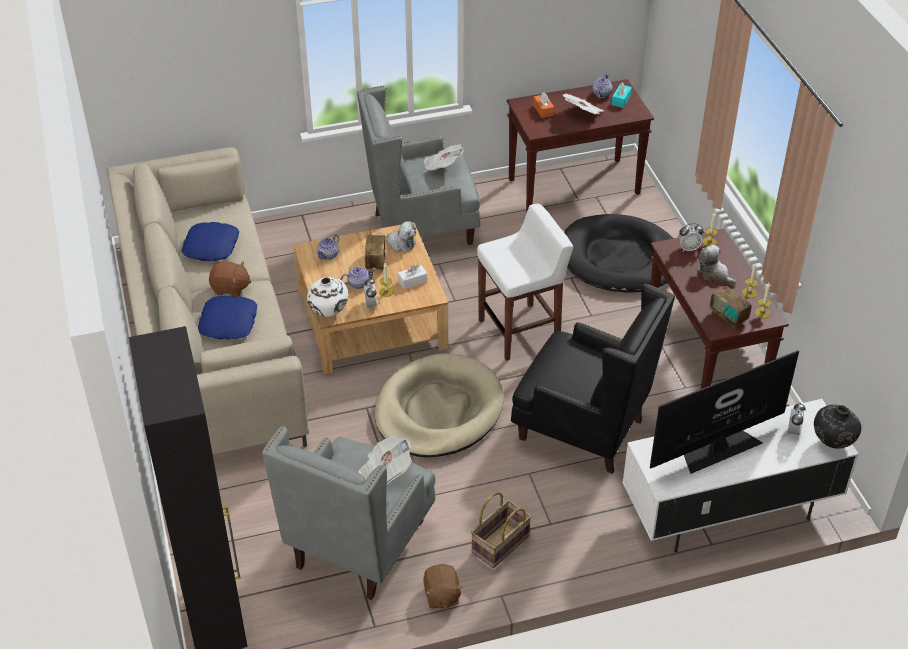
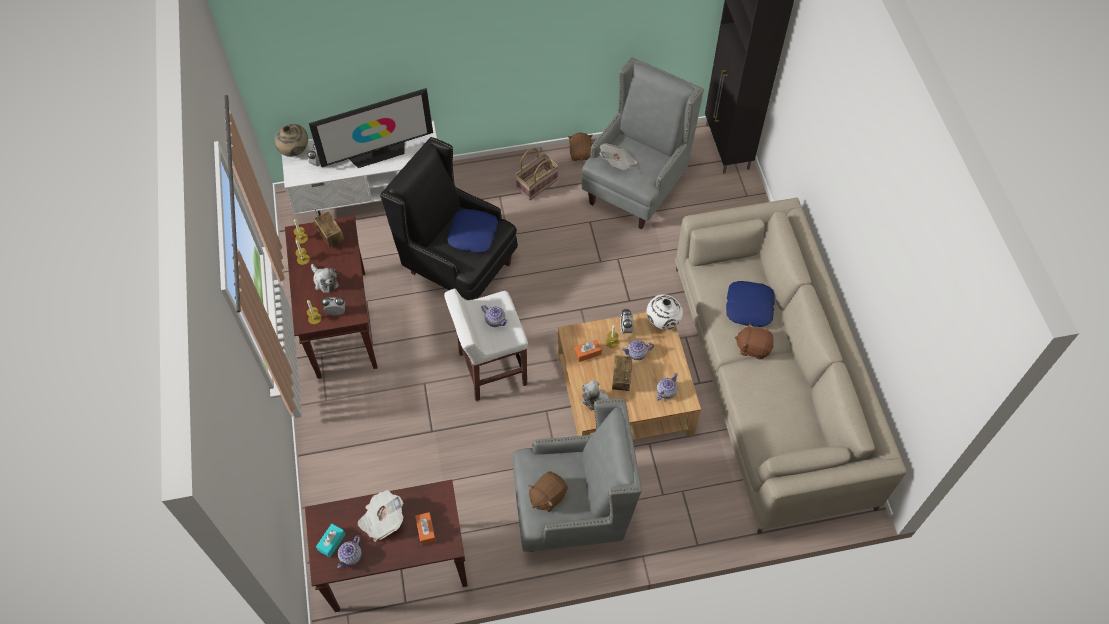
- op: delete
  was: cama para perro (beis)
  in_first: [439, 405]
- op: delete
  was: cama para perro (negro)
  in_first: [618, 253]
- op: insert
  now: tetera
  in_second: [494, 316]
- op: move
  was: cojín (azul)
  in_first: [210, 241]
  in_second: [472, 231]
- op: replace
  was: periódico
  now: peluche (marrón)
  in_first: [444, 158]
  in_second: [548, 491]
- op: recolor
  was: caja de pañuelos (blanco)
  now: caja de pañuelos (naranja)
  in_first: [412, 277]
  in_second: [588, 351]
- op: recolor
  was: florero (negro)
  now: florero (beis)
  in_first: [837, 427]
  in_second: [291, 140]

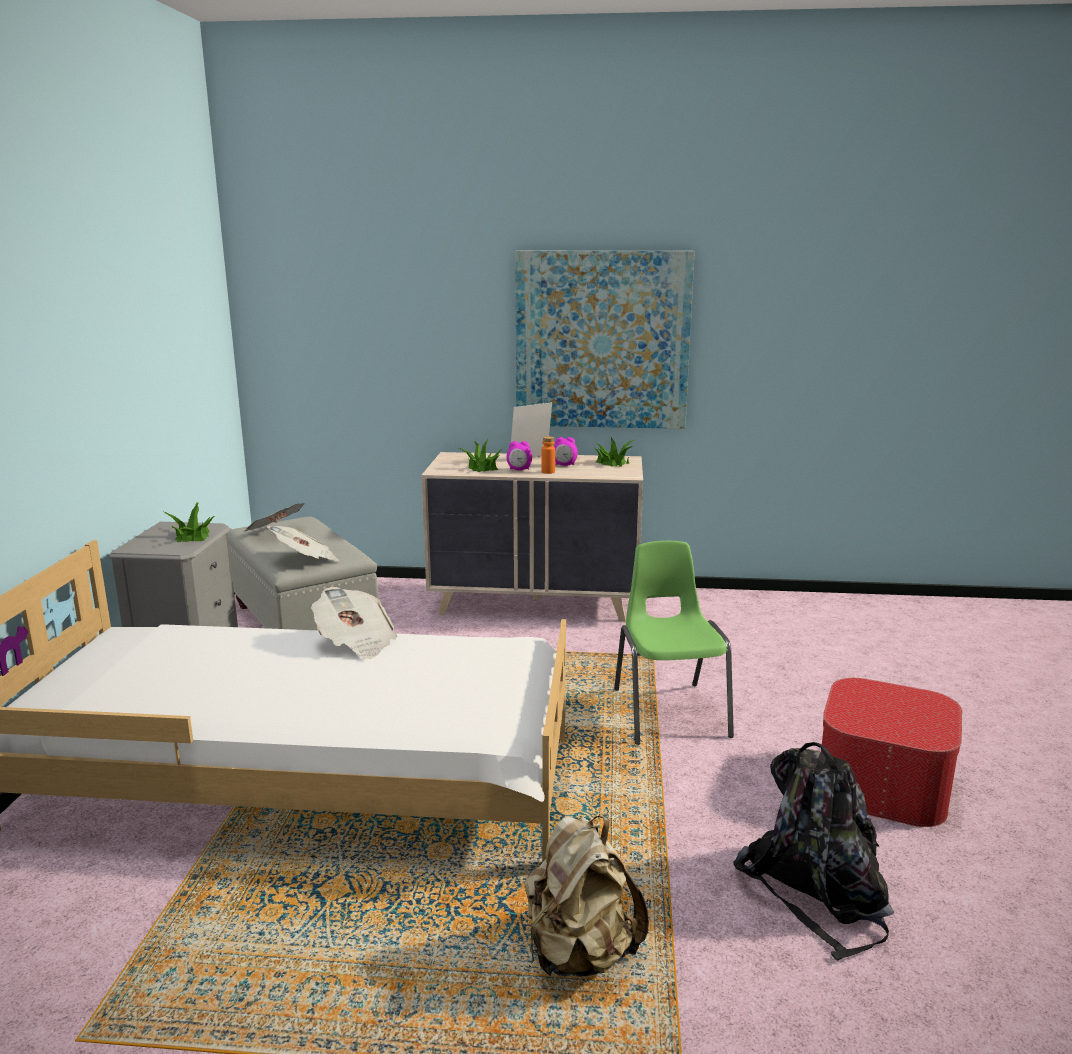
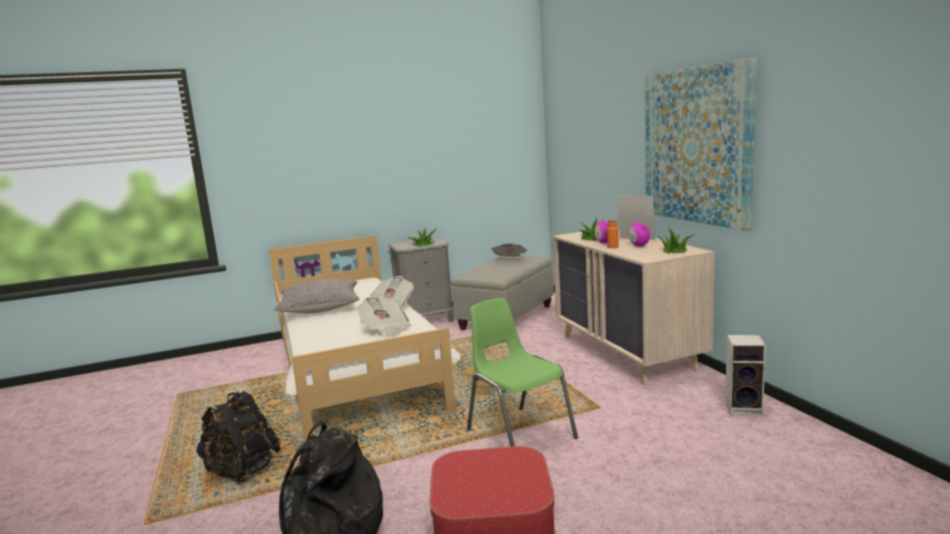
- op: insert
  now: cojín (gris)
  in_second: [316, 296]
- op: insert
  now: altavoz
  in_second: [745, 375]
- op: move
  was: periódico
  in_first: [303, 543]
  in_second: [384, 317]
- op: recolor
  was: mochila (beis)
  now: mochila (negro)
  in_first: [587, 896]
  in_second: [238, 437]
- op: rotate
  was: silla (verde)
  in_first: [674, 643]
  in_second: [522, 372]
  clockwise: -90

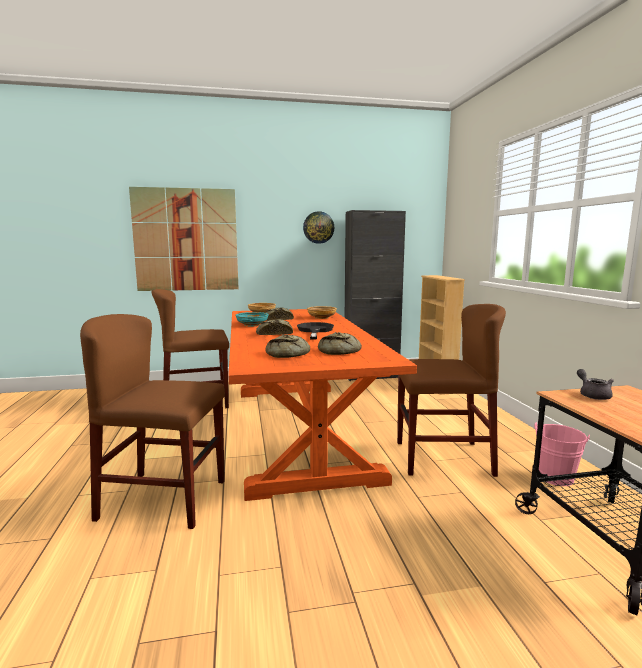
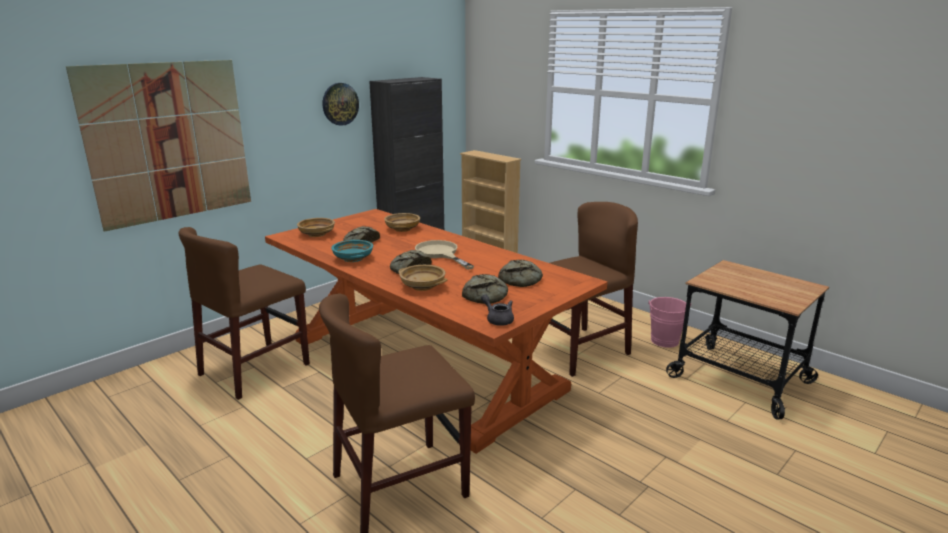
- op: insert
  now: cuenco (beis)
  in_second: [422, 278]
- op: move
  was: tetera (gris)
  in_first: [595, 384]
  in_second: [497, 310]
- op: recolor
  was: sartén (negro)
  now: sartén (beis)
  in_first: [315, 331]
  in_second: [444, 255]

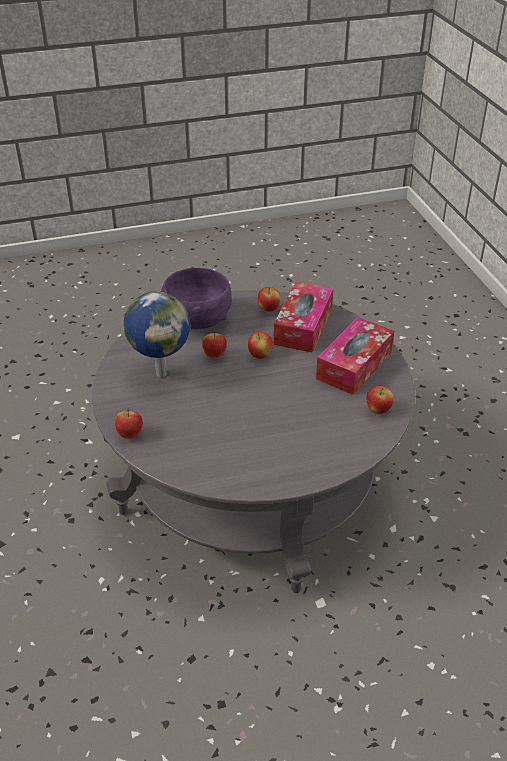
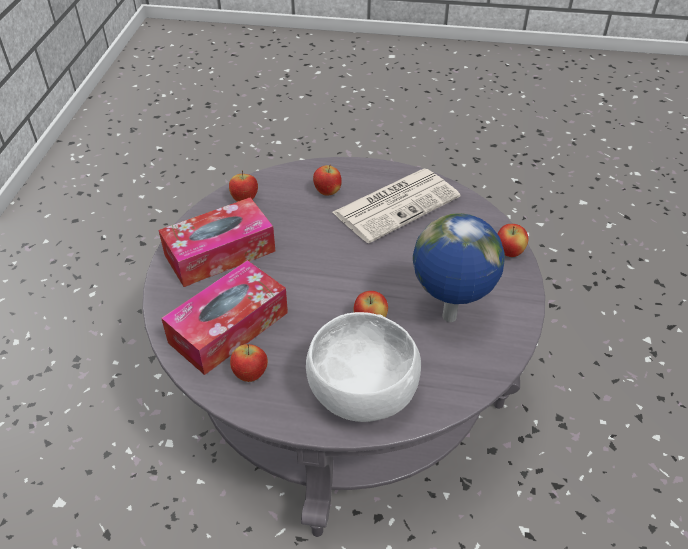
- op: insert
  now: periódico
  in_second: [396, 206]
- op: move
  was: manzana
  in_first: [260, 345]
  in_second: [327, 179]
- op: recolor
  was: cuenco (morado)
  now: cuenco (blanco)
  in_first: [196, 298]
  in_second: [363, 367]

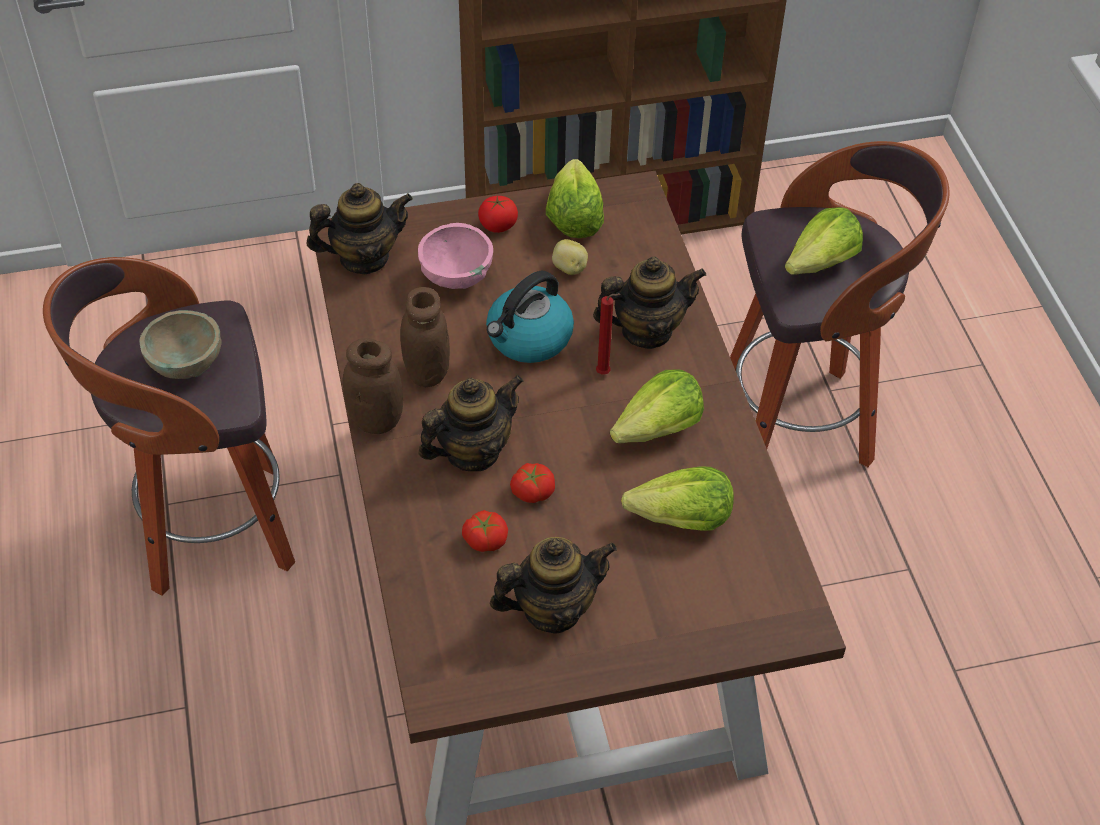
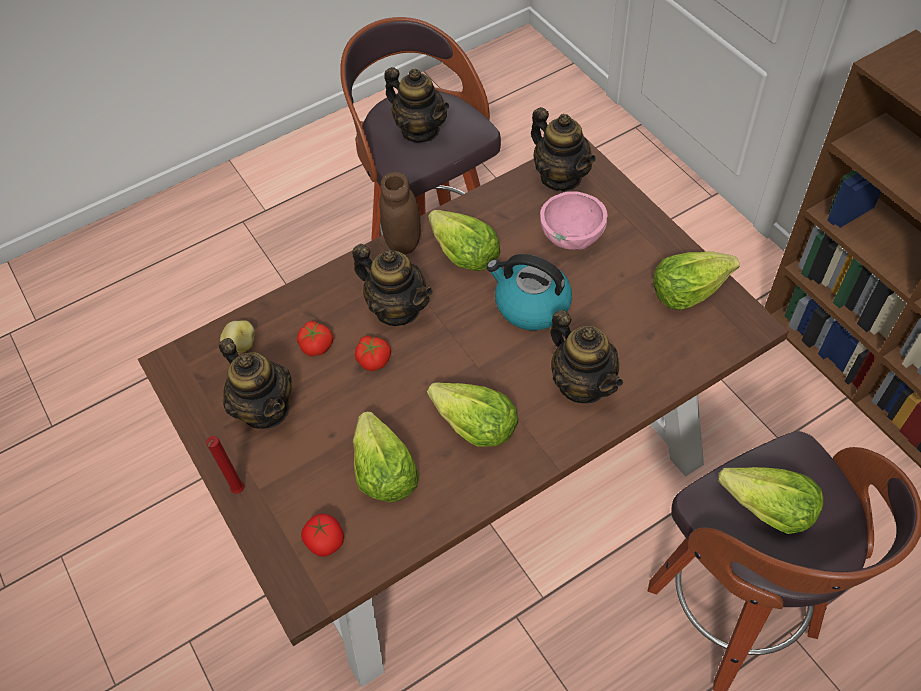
- op: move
  was: tomate
  in_first: [498, 214]
  in_second: [322, 535]
- op: move
  was: patata
  in_first: [570, 257]
  in_second: [237, 337]
- op: move
  was: vela (rojo)
  in_first: [608, 334]
  in_second: [225, 465]
- op: replace
  was: cuenco (beis)
  now: tetera
  in_first: [180, 344]
  in_second: [416, 105]
- op: replace
  was: tarro (marrón)
  now: lechuga
  in_first: [425, 337]
  in_second: [464, 240]

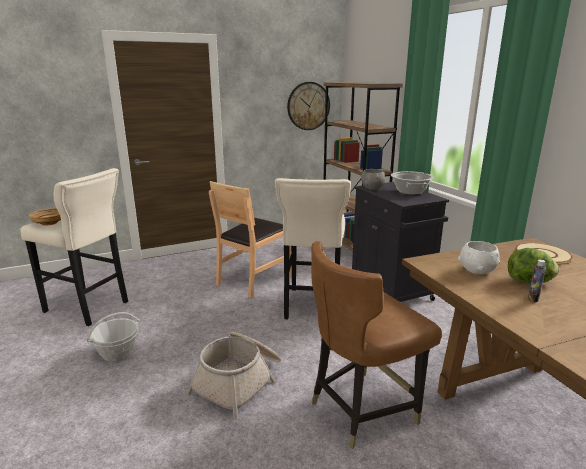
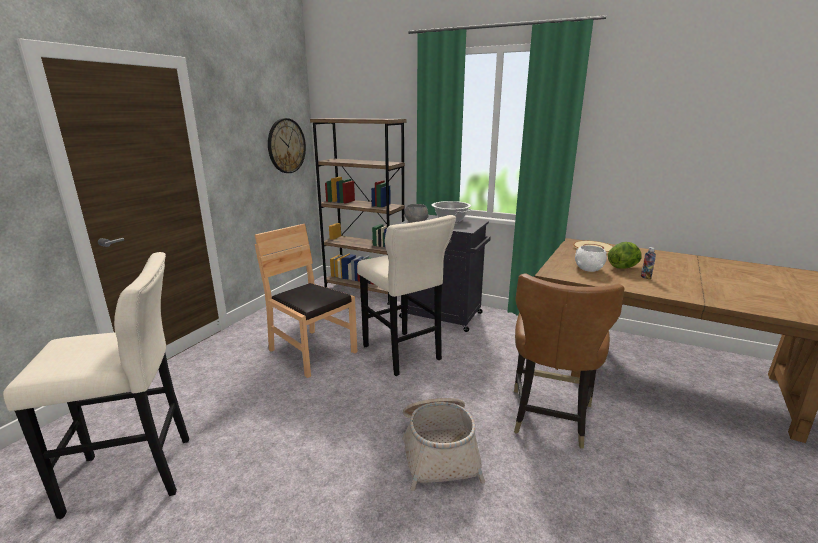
- op: delete
  was: cuenco (beis)
  in_first: [45, 217]
- op: delete
  was: cesta
  in_first: [113, 337]
- op: rotate
  was: silla (marrón)
  in_first: [250, 239]
  in_second: [306, 301]
  clockwise: 135

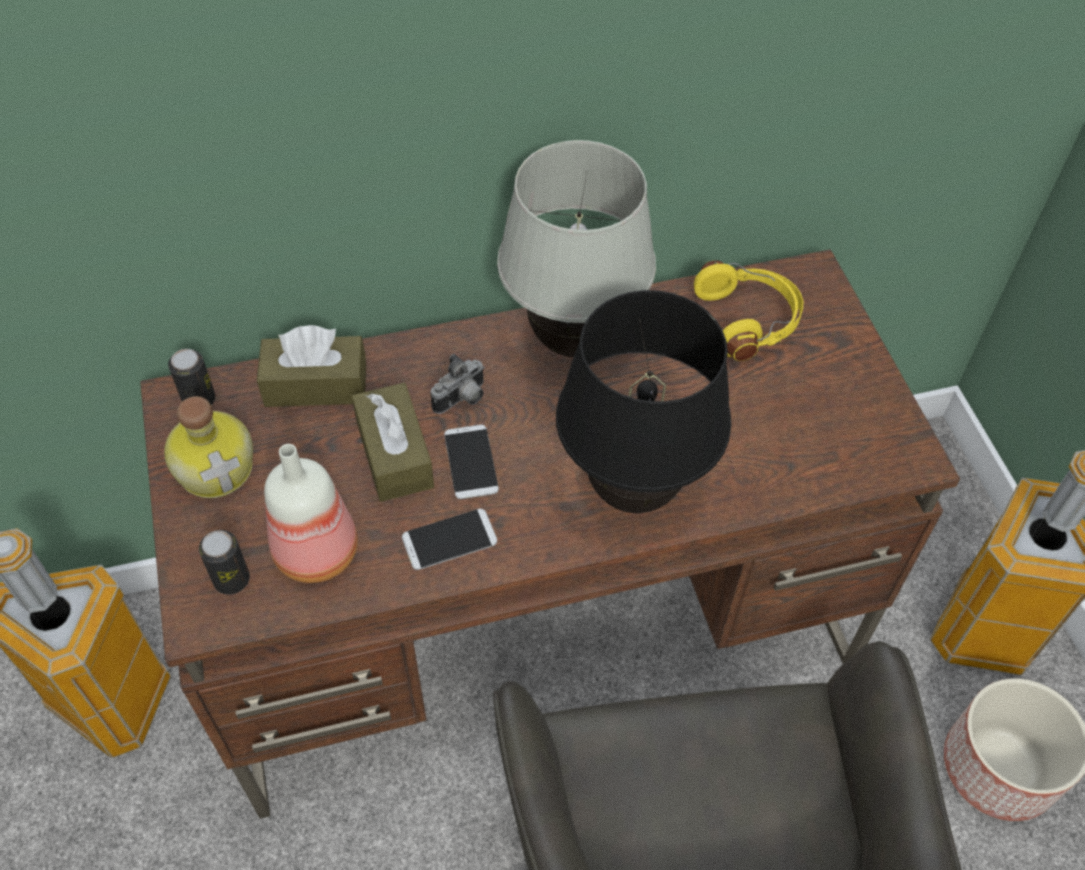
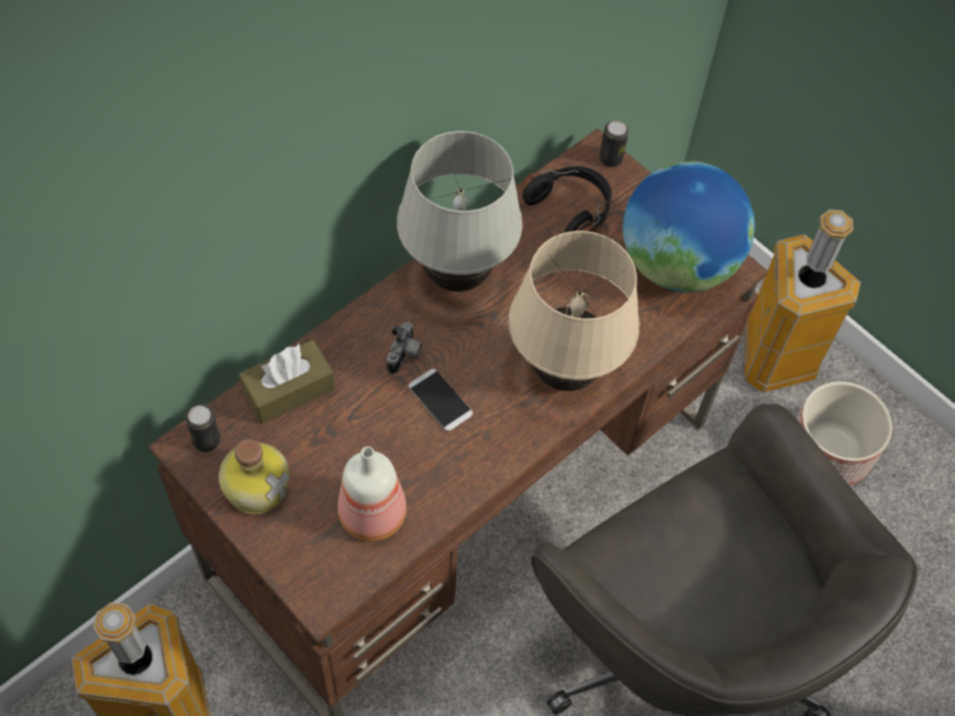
- op: delete
  was: caja de pañuelos (marrón)
  in_first: [393, 442]
- op: delete
  was: móvil
  in_first: [449, 539]
- op: insert
  now: globo terráqueo
  in_second: [689, 226]
- op: move
  was: lata
  in_first: [224, 562]
  in_second: [614, 143]
- op: recolor
  was: lámpara de mesa (negro)
  now: lámpara de mesa (beis)
  in_first: [644, 401]
  in_second: [574, 311]
- op: recolor
  was: auriculares (amarillo)
  now: auriculares (negro)
  in_first: [748, 310]
  in_second: [567, 199]

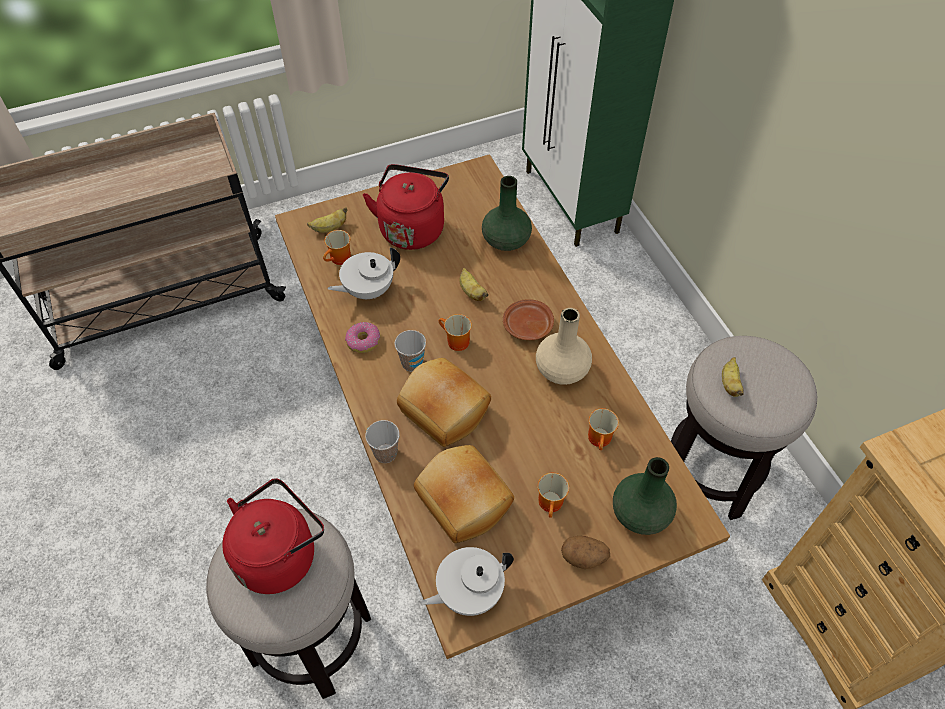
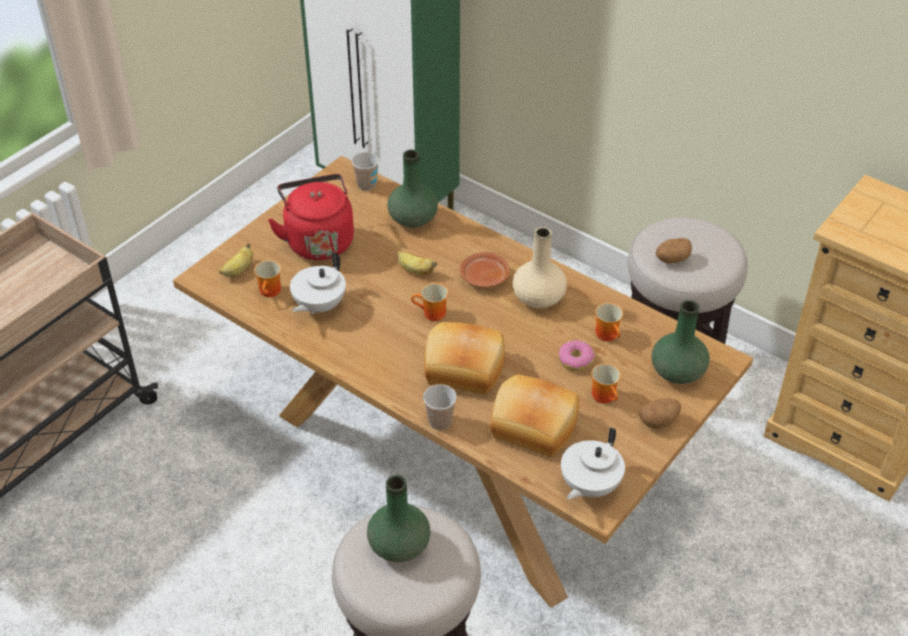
- op: move
  was: rosquilla
  in_first: [362, 337]
  in_second: [576, 355]
- op: move
  was: taza
  in_first: [410, 351]
  in_second: [365, 171]
- op: replace
  was: hervidor (rojo)
  now: florero (verde)
  in_first: [273, 536]
  in_second: [399, 518]
- op: replace
  was: plátano
  now: patata
  in_first: [733, 377]
  in_second: [674, 251]

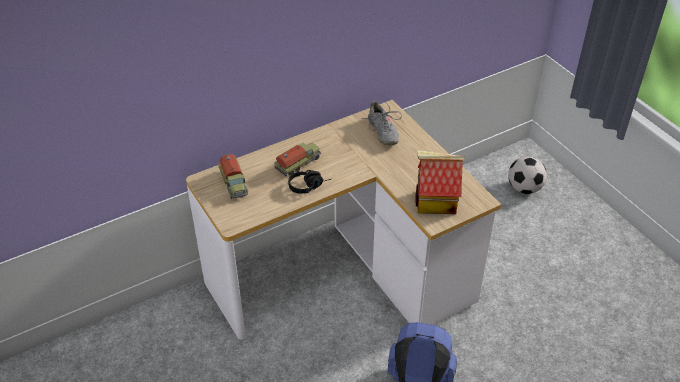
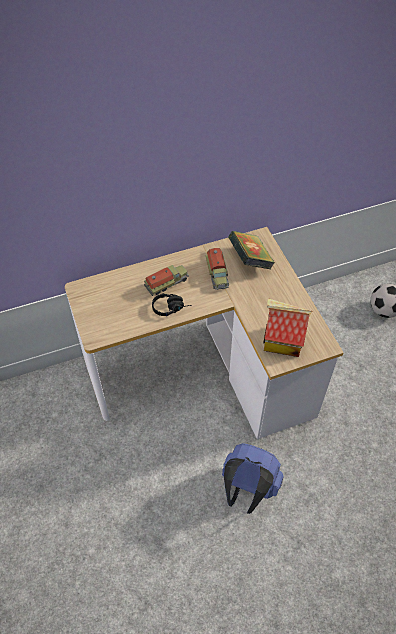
- op: move
  was: camión de juguete
  in_first: [233, 176]
  in_second: [217, 269]
- op: replace
  was: zapato (gris)
  now: libro
  in_first: [382, 123]
  in_second: [251, 250]

